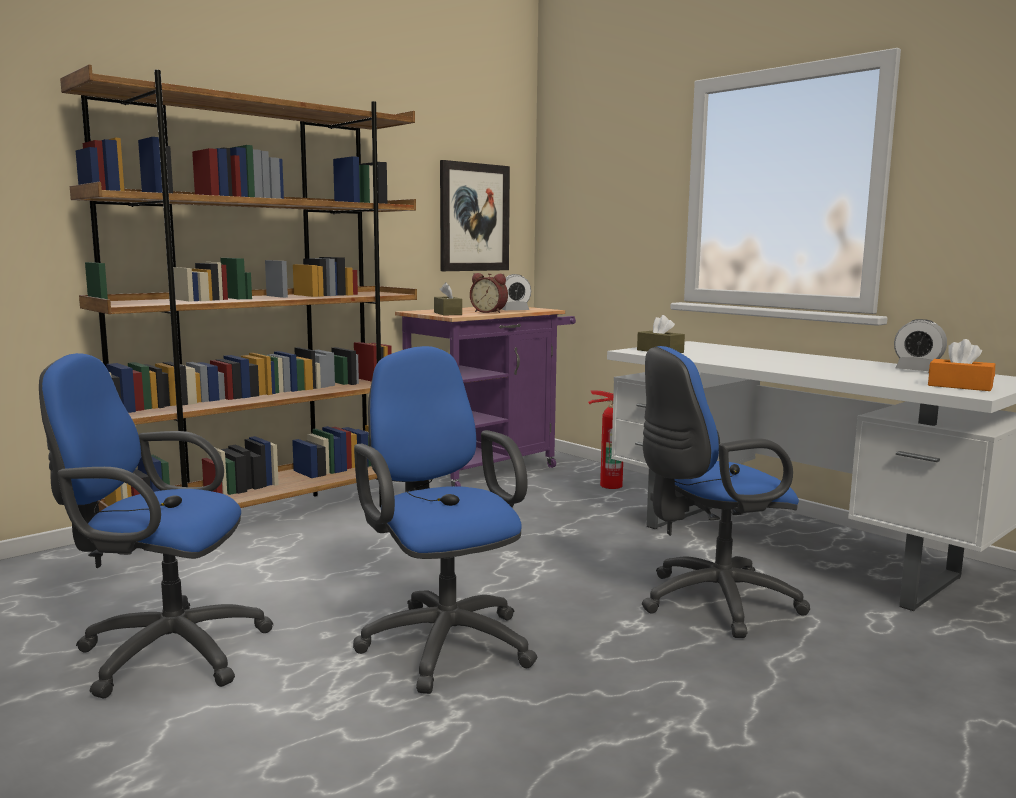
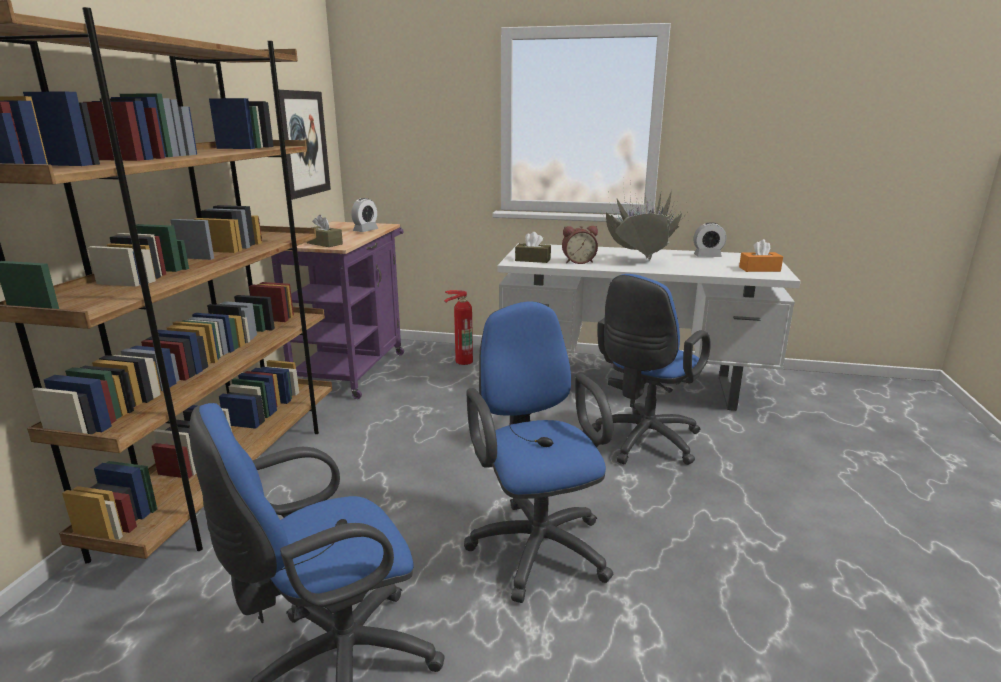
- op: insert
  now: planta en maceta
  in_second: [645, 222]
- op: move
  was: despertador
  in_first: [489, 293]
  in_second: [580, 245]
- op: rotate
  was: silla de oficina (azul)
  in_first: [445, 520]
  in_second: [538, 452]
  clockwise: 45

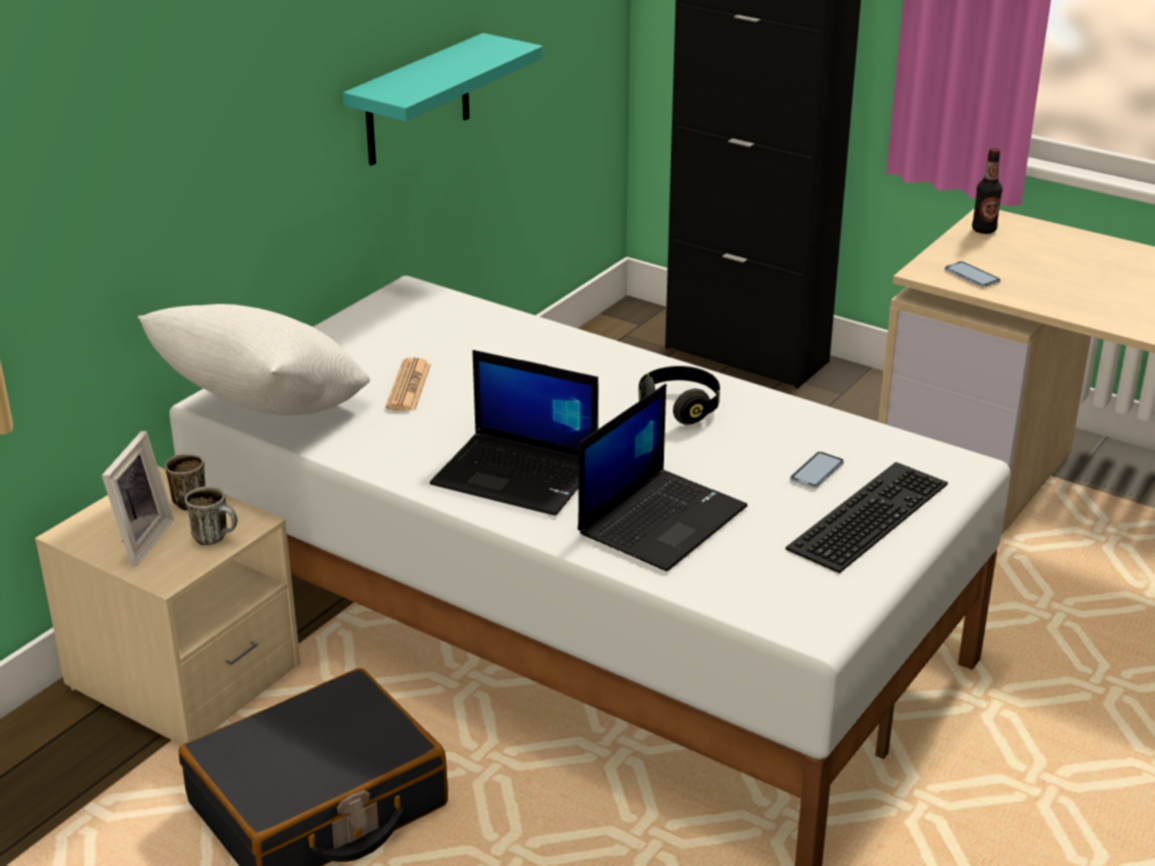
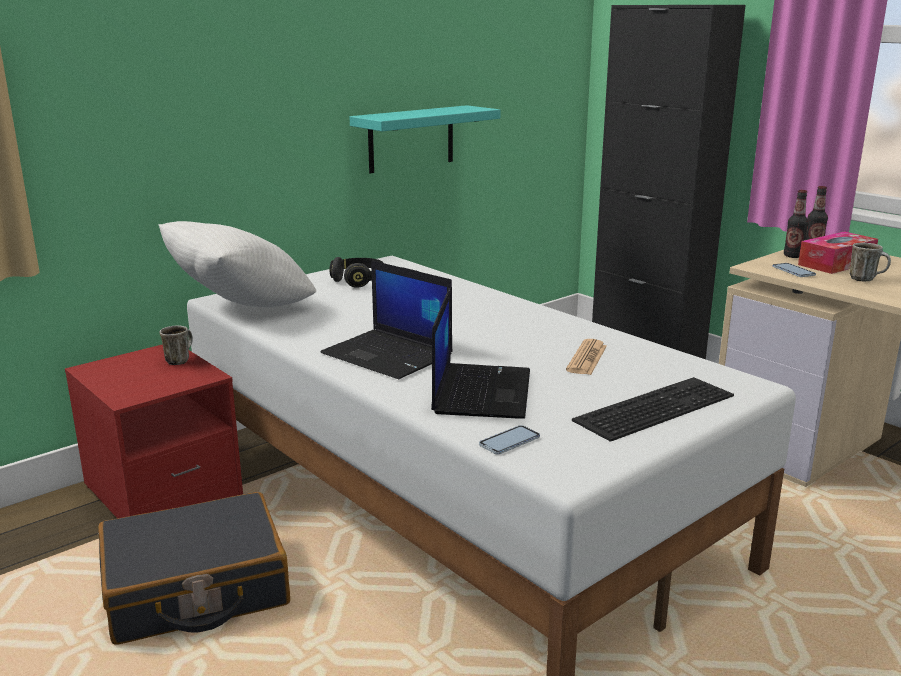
- op: delete
  was: portarretratos
  in_first: [138, 499]
- op: insert
  now: botella
  in_second: [796, 224]
- op: insert
  now: caja de pañuelos
  in_second: [838, 252]
- op: move
  was: taza grande
  in_first: [211, 515]
  in_second: [870, 262]
- op: move
  was: periódico
  in_first: [408, 384]
  in_second: [586, 357]
- op: move
  was: auriculares (negro)
  in_first: [679, 395]
  in_second: [356, 272]
- op: move
  was: móvil
  in_first: [817, 470]
  in_second: [509, 440]
- op: recolor
  was: mesita de noche (beis)
  now: mesita de noche (rojo)
  in_first: [168, 605]
  in_second: [154, 431]
- op: rotate
  was: portátil
  in_first: [663, 478]
  in_second: [480, 353]
  clockwise: -45

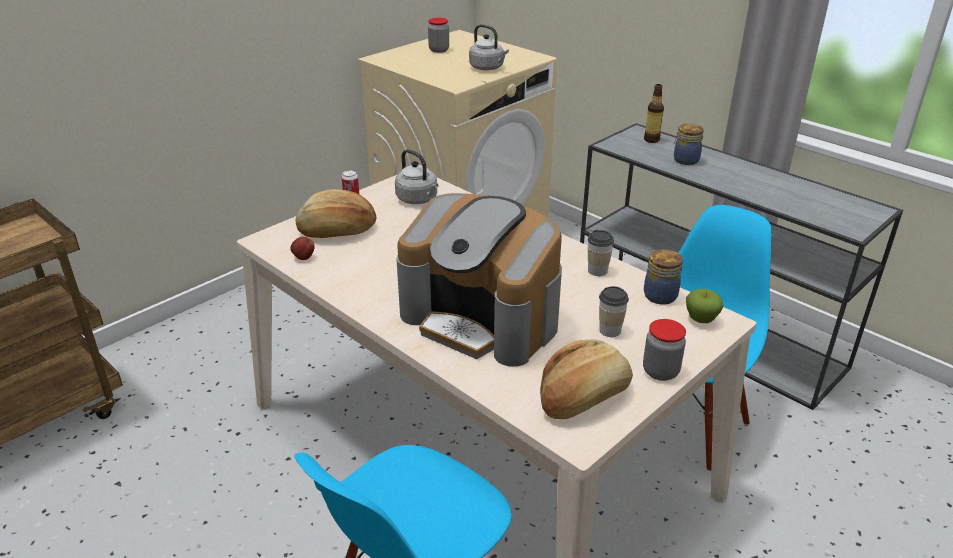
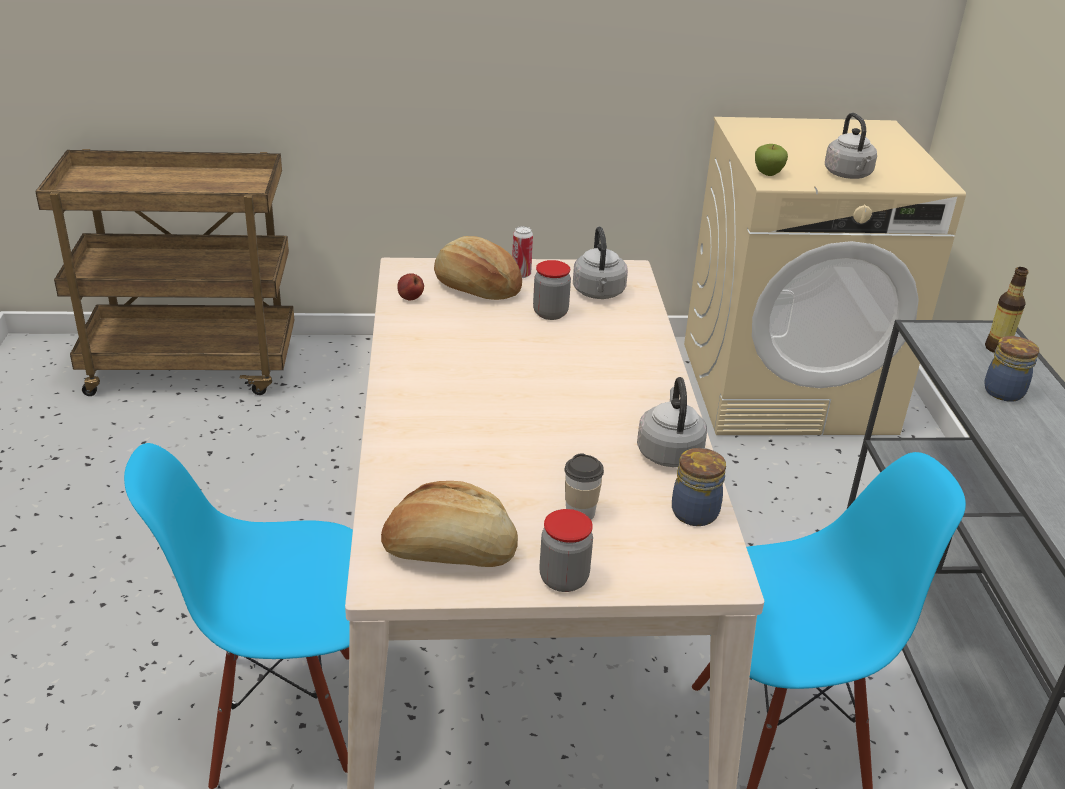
- op: delete
  was: cafetera
  in_first: [479, 280]
- op: move
  was: tarro
  in_first: [438, 35]
  in_second: [552, 290]
- op: move
  was: manzana
  in_first: [704, 306]
  in_second: [771, 160]
- op: replace
  was: taza
  now: hervidor (gris)
  in_first: [601, 253]
  in_second: [672, 422]

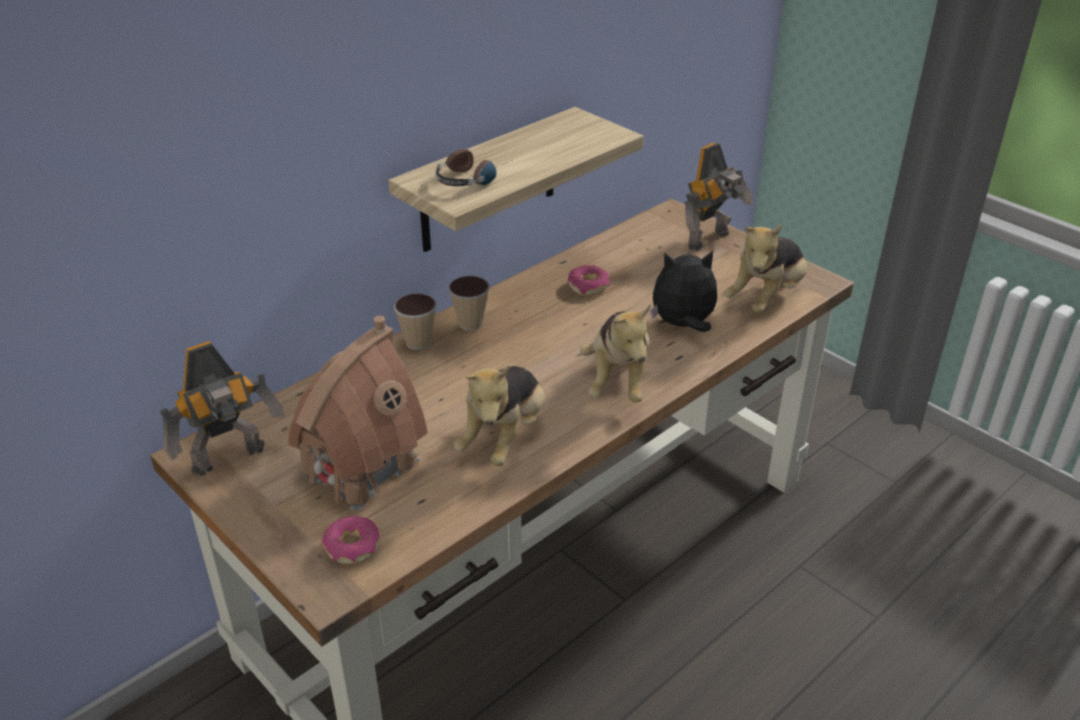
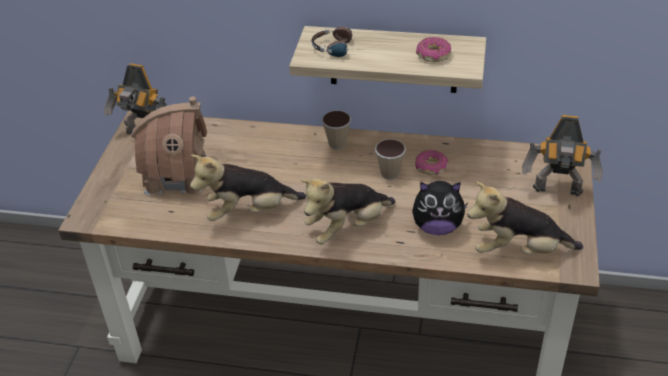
- op: move
  was: rosquilla
  in_first: [351, 540]
  in_second: [433, 49]
- op: move
  was: taza
  in_first: [415, 321]
  in_second: [390, 159]
- op: rotate
  was: peluche
  in_first: [684, 291]
  in_second: [440, 208]
  clockwise: 135

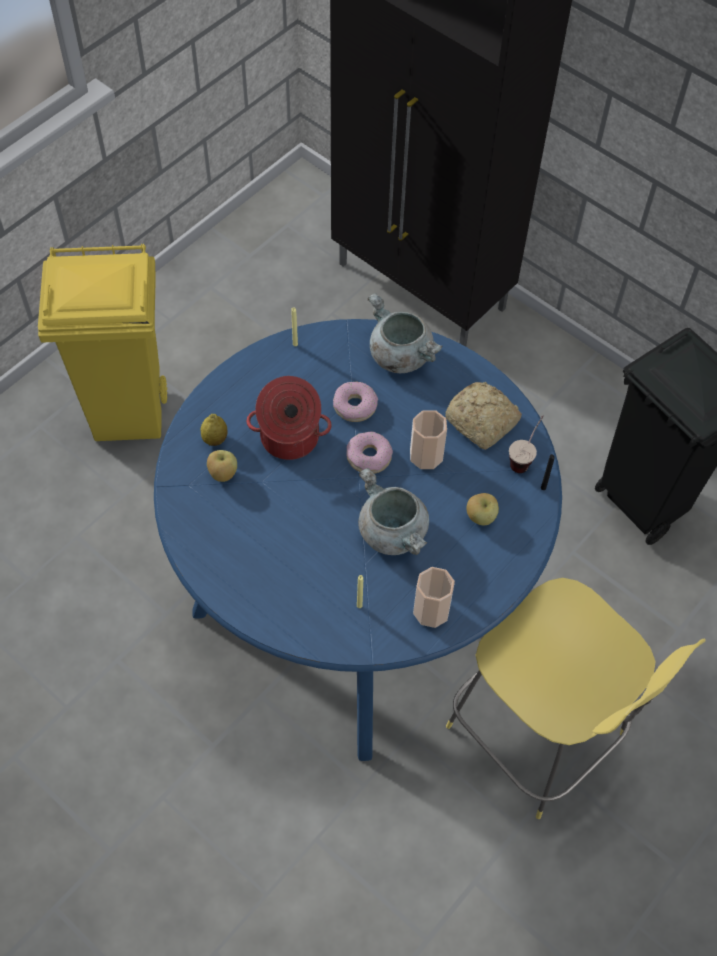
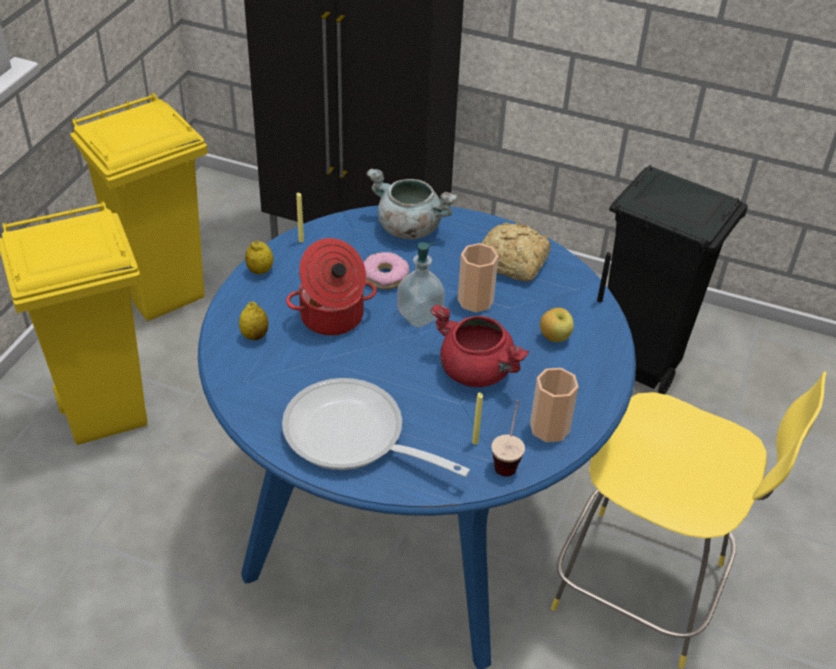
- op: delete
  was: manzana
  in_first: [222, 466]
- op: insert
  now: papelera (amarillo)
  in_second: [139, 207]
- op: insert
  now: limón
  in_second: [259, 257]
- op: insert
  now: sartén
  in_second: [376, 427]
- op: move
  was: taza
  in_first: [526, 444]
  in_second: [508, 438]
- op: replace
  was: rosquilla
  now: dispensador de jabón
  in_first: [369, 453]
  in_second: [421, 284]
- op: recolor
  was: olla (gris)
  now: olla (rojo)
  in_first: [393, 511]
  in_second: [479, 345]

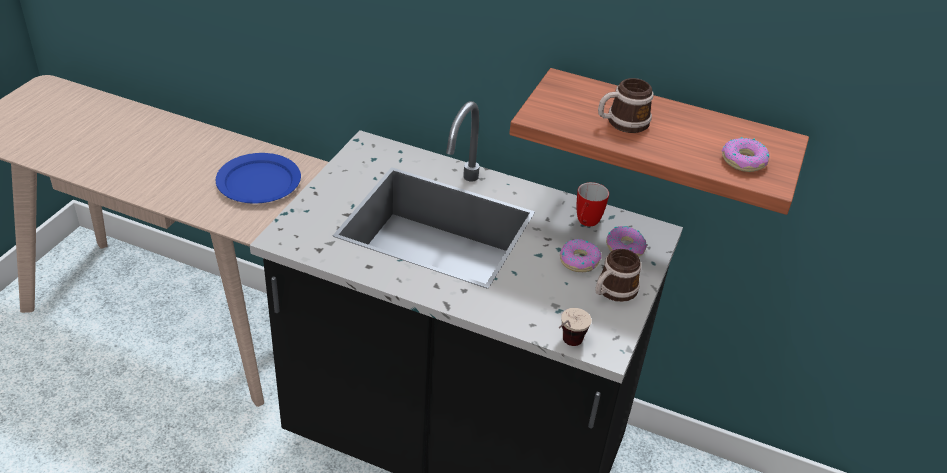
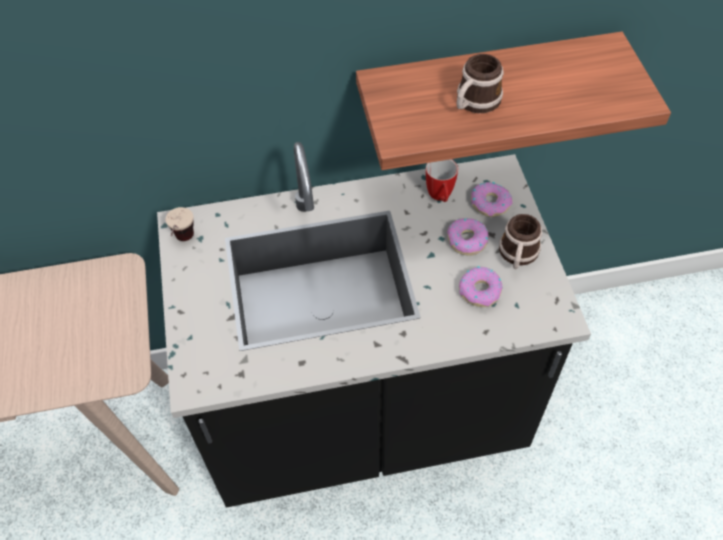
- op: delete
  was: plato (azul)
  in_first: [258, 178]
- op: move
  was: taza
  in_first: [575, 327]
  in_second: [179, 224]
- op: move
  was: rosquilla
  in_first: [746, 154]
  in_second: [481, 286]

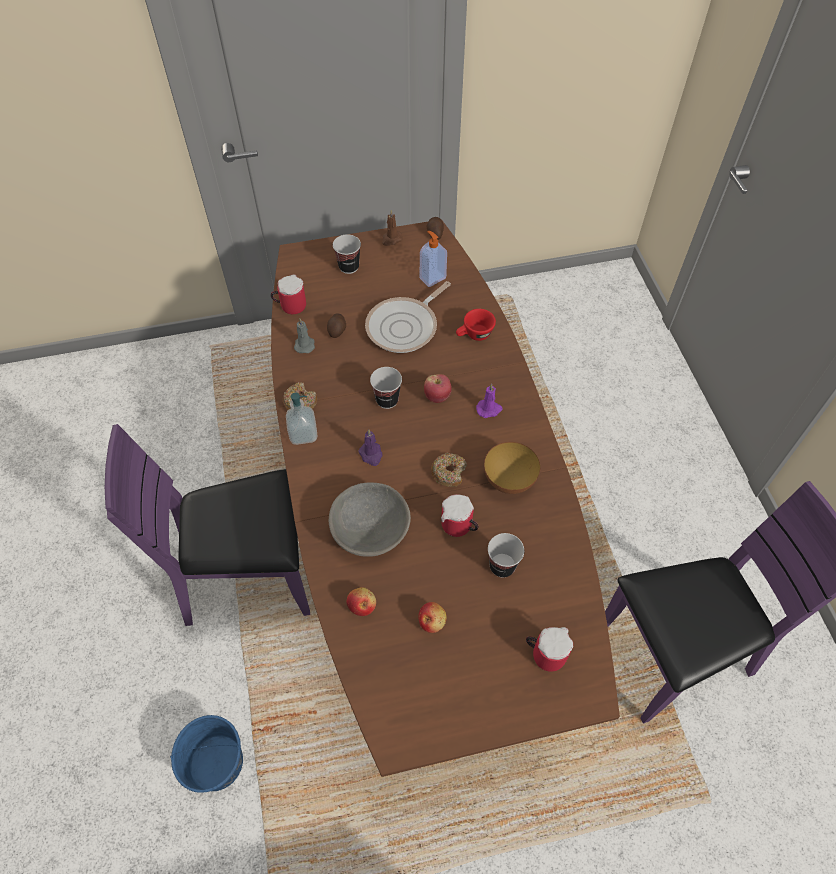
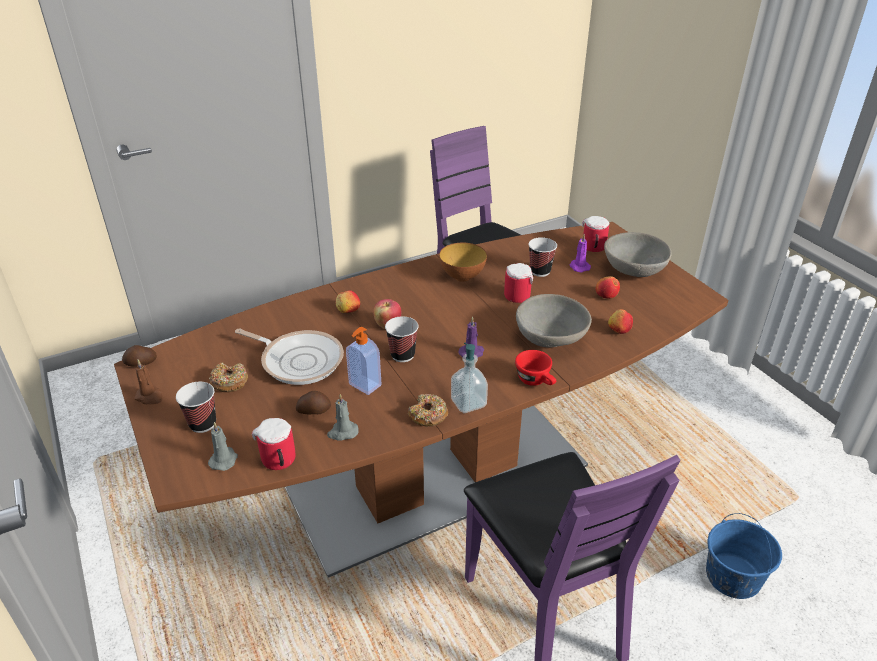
- op: insert
  now: vela (gris)
  in_second: [223, 446]
- op: insert
  now: manzana
  in_second: [348, 301]
- op: insert
  now: cuenco (gris)
  in_second: [638, 254]
- op: move
  was: dispensador de jabón
  in_first: [433, 259]
  in_second: [364, 361]
- op: move
  was: rosquilla
  in_first: [449, 470]
  in_second: [228, 377]
- op: move
  was: taza (rojo)
  in_first: [476, 325]
  in_second: [535, 368]
- op: move
  was: vela (morado)
  in_first: [489, 401]
  in_second: [580, 253]

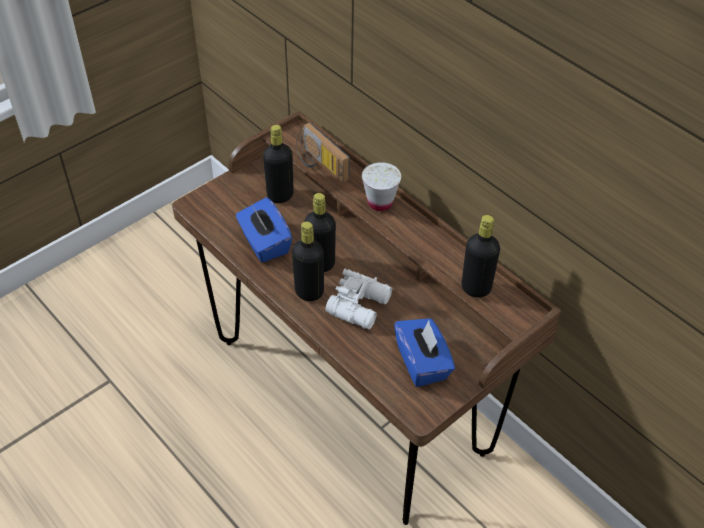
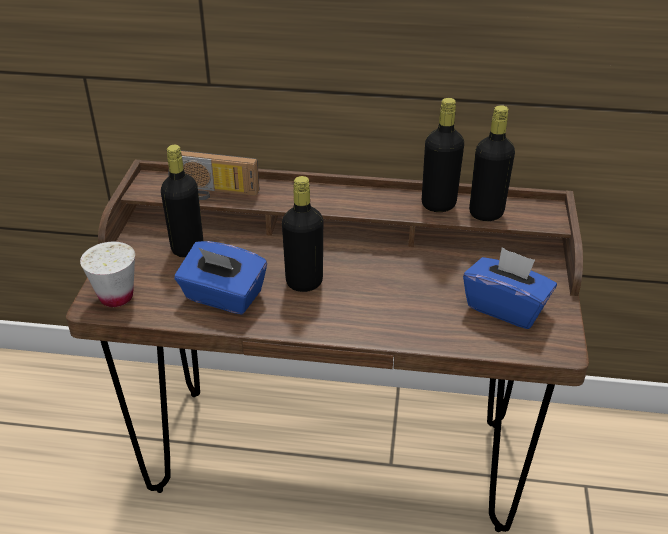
- op: delete
  was: prismáticos (blanco)
  in_first: [358, 299]
- op: move
  was: botella (negro)
  in_first: [308, 261]
  in_second: [443, 155]
- op: move
  was: taza (blanco)
  in_first: [381, 186]
  in_second: [107, 274]

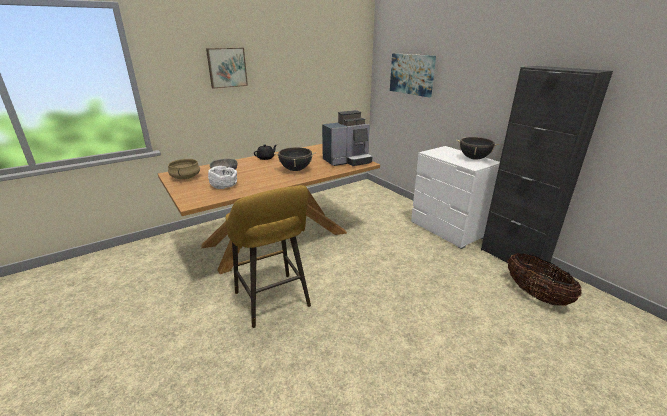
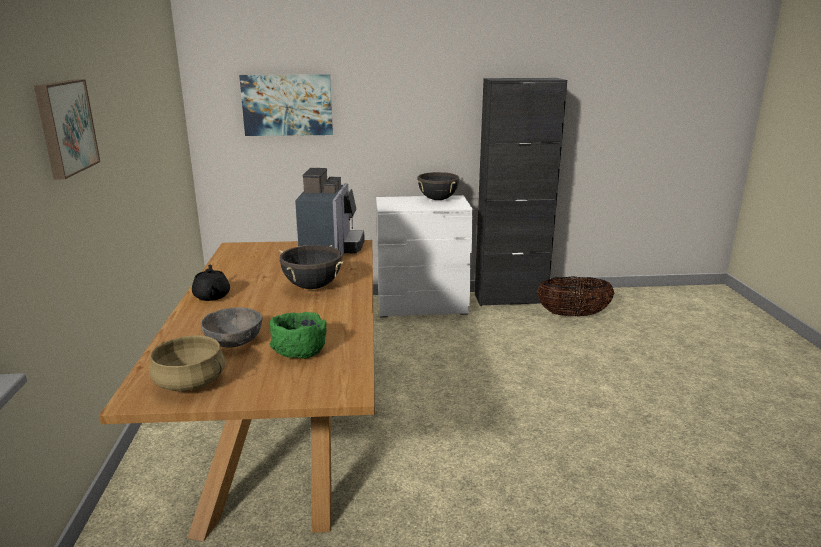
- op: delete
  was: taburete (amarillo)
  in_first: [268, 256]
- op: recolor
  was: cuenco (blanco)
  now: cuenco (verde)
  in_first: [222, 177]
  in_second: [298, 335]

